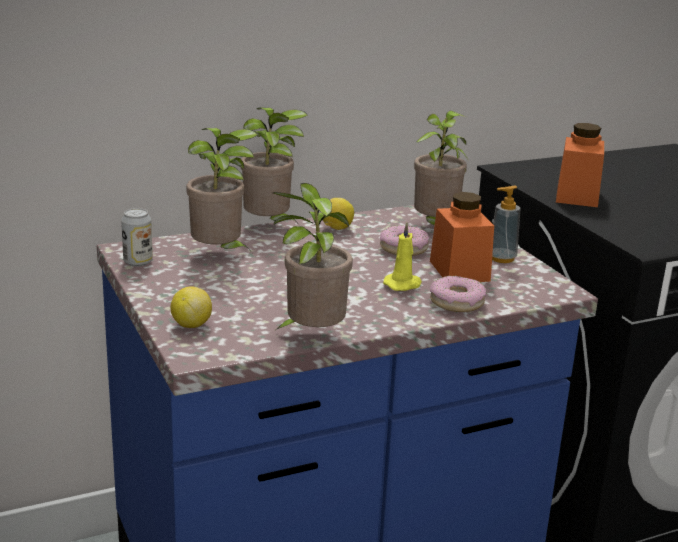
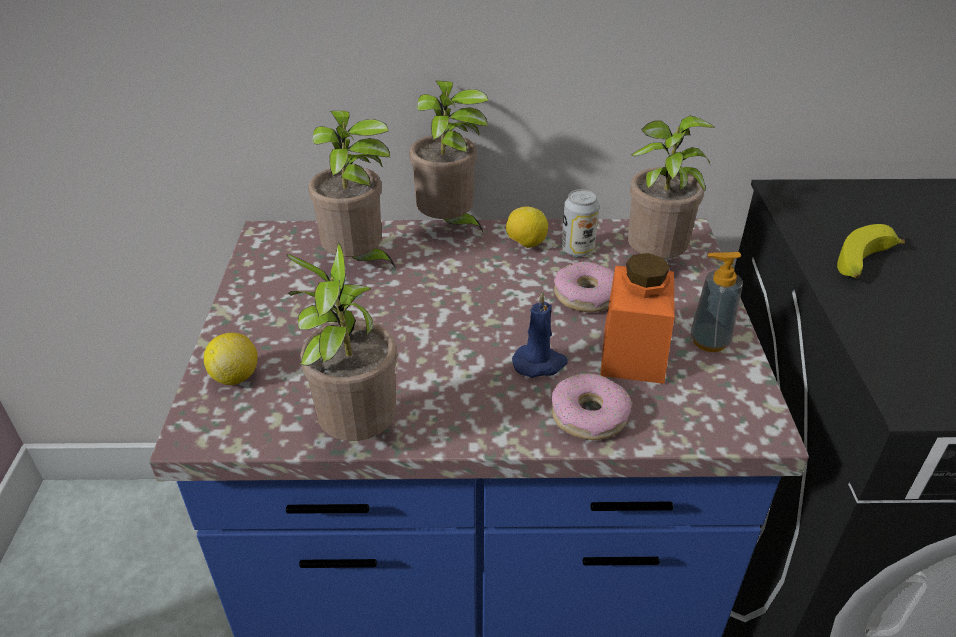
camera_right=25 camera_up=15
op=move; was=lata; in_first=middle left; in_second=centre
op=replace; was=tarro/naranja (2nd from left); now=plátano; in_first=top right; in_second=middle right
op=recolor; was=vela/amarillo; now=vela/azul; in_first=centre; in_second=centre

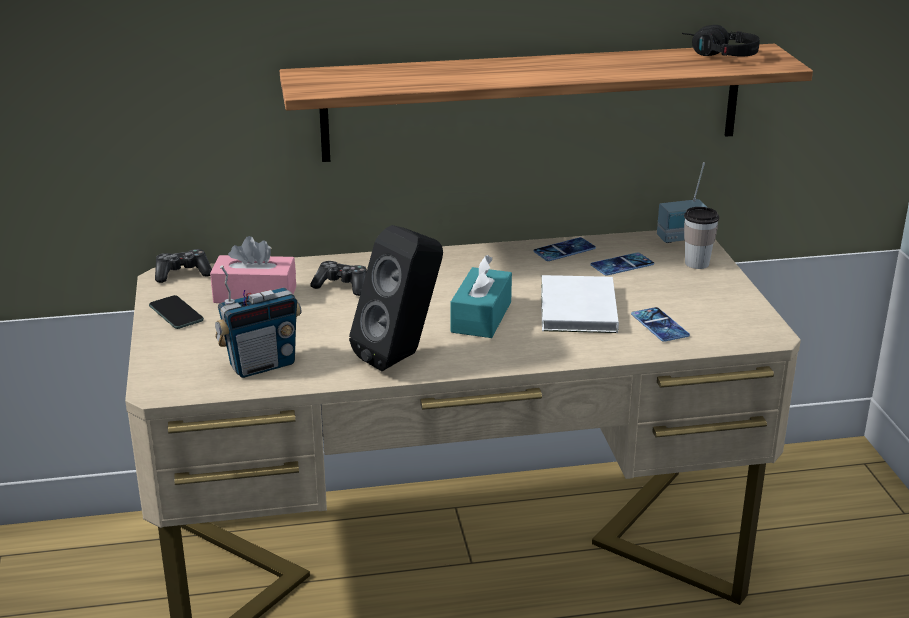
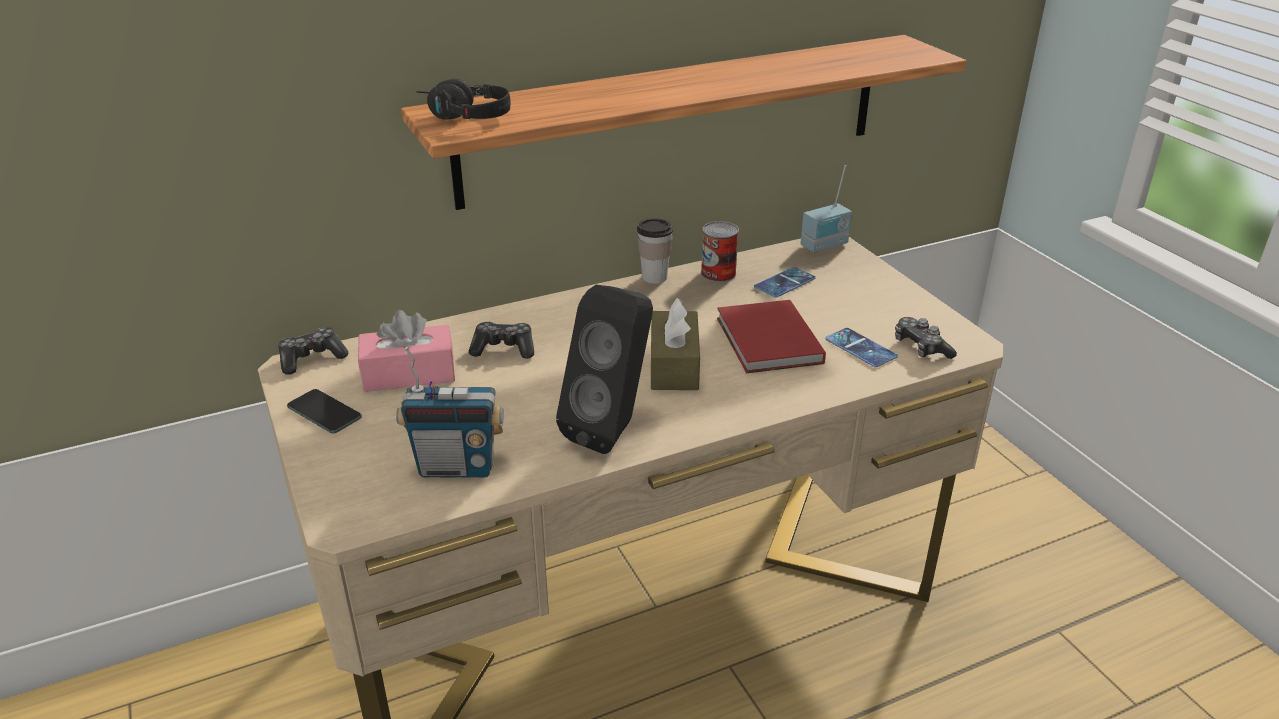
camera_right=-15 camera_up=5
op=insert; now=mando de consola (3rd from left); in_second=middle right
op=move; was=auriculares/negro; in_first=top right; in_second=top centre
op=move; was=taza; in_first=middle right; in_second=centre
op=replace; was=móvil (2nd from left); now=lata; in_first=centre; in_second=centre
op=recolor; was=caja de pañuelos/turquesa; now=caja de pañuelos/marrón; in_first=centre; in_second=centre
op=recolor; was=libro/blanco; now=libro/rojo; in_first=centre; in_second=centre
op=rotate; was=radio (1st from left); in_first=middle left; in_second=centre; clockwise=45

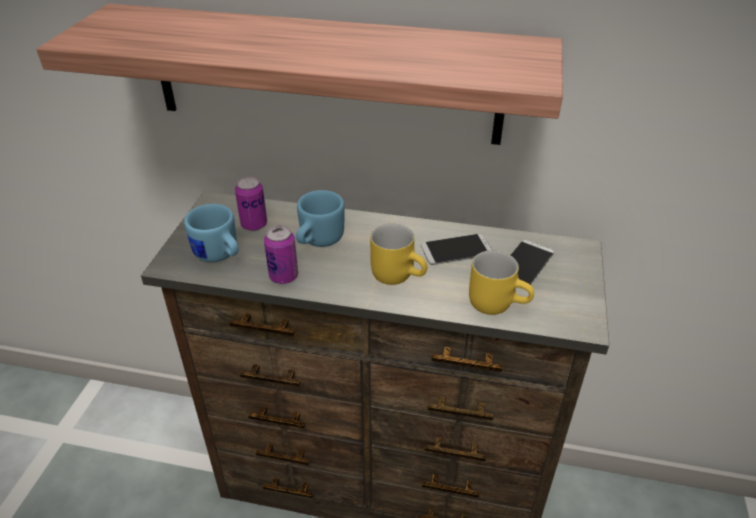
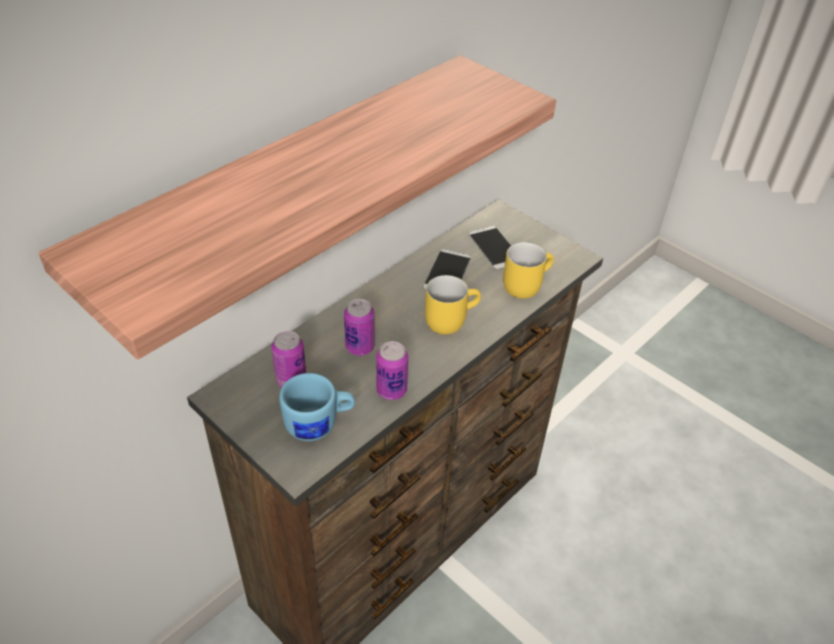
camera_right=-60 camera_up=5
op=replace; was=taza grande/azul (2nd from left); now=lata (2nd from left); in_first=centre; in_second=centre

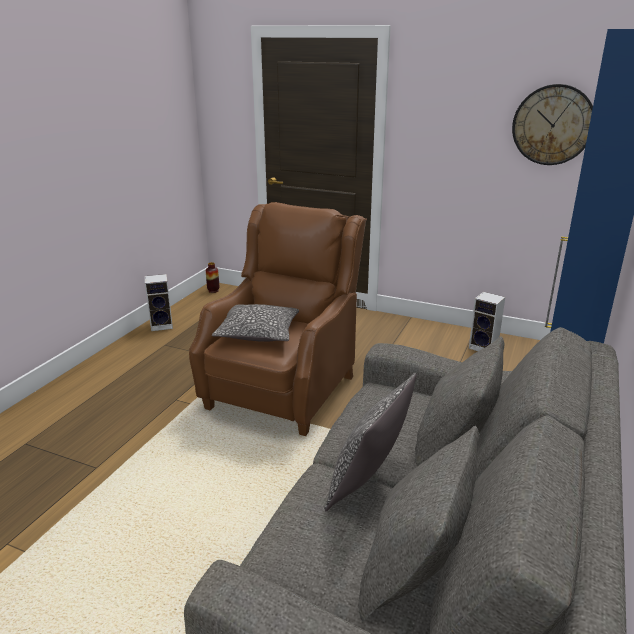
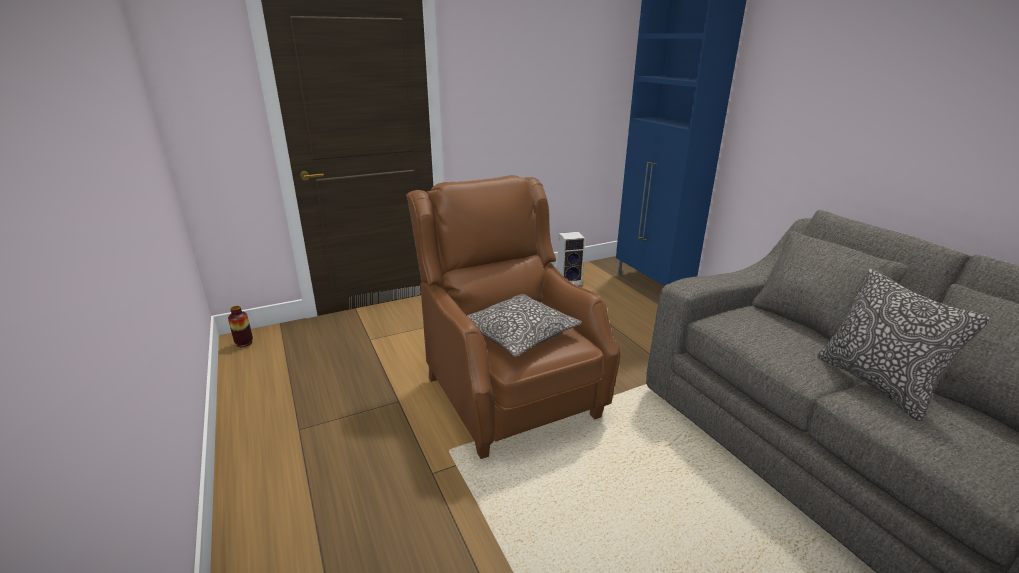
camera_right=-50 camera_up=0
op=delete; was=altavoz (1st from left); in_first=middle left
op=delete; was=reloj de pared; in_first=top right

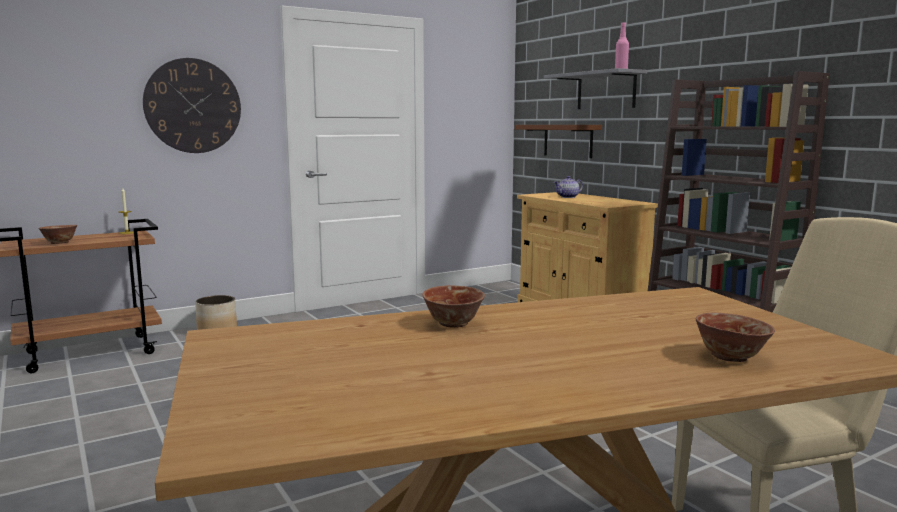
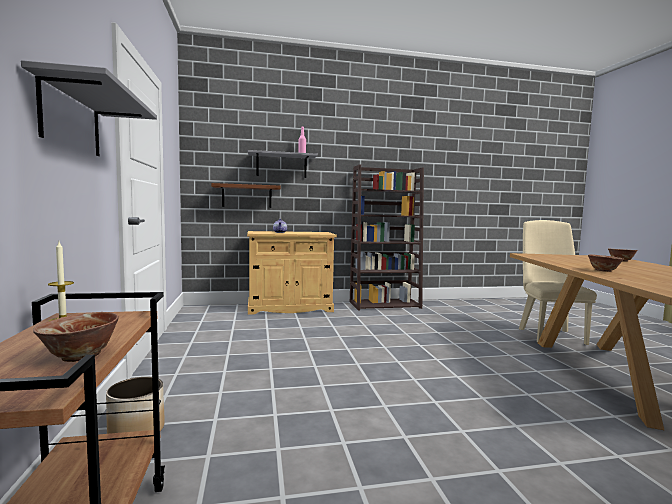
camera_right=-70 camera_up=-5
op=replace; was=reloj de pared; now=estante/gris (1st from left); in_first=top left; in_second=top left

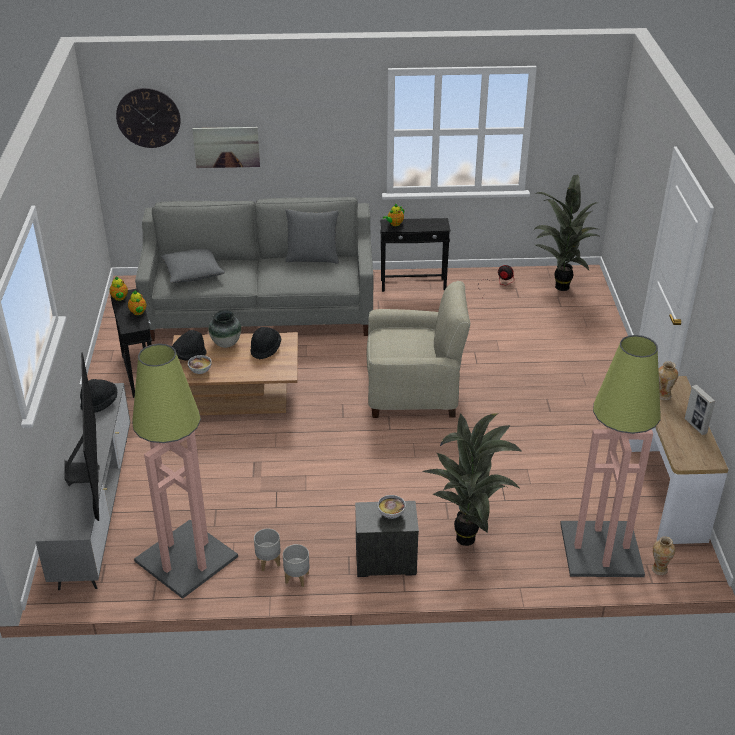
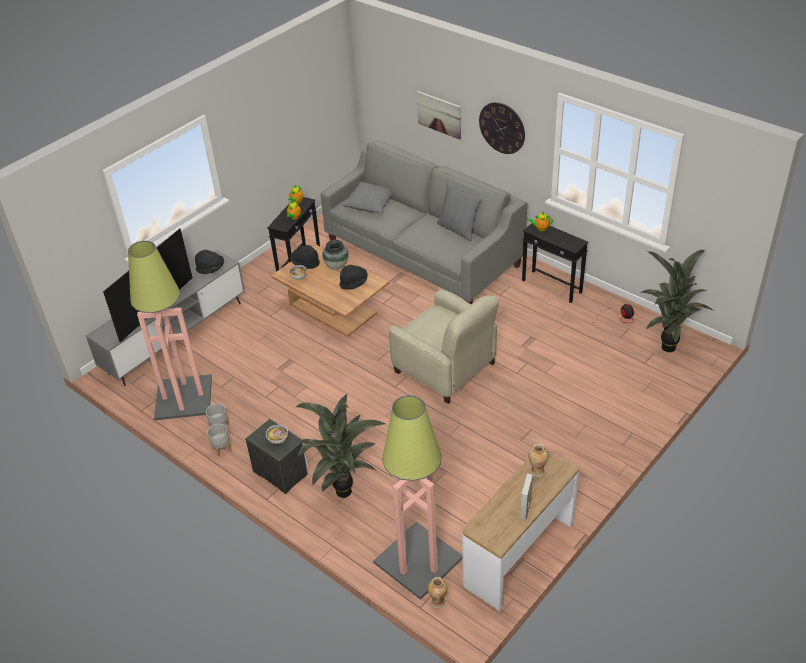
camera_right=45 camera_up=5
op=move; was=reloj de pared; in_first=top left; in_second=top centre

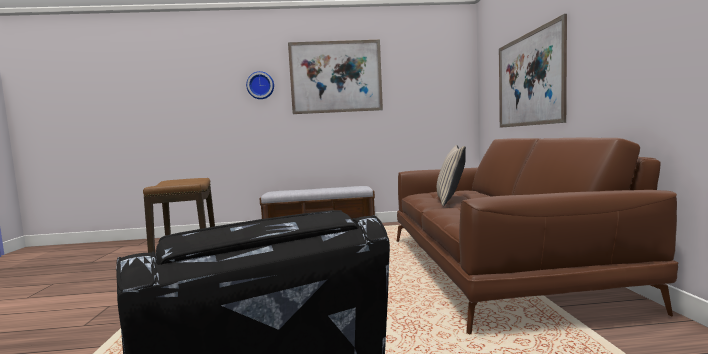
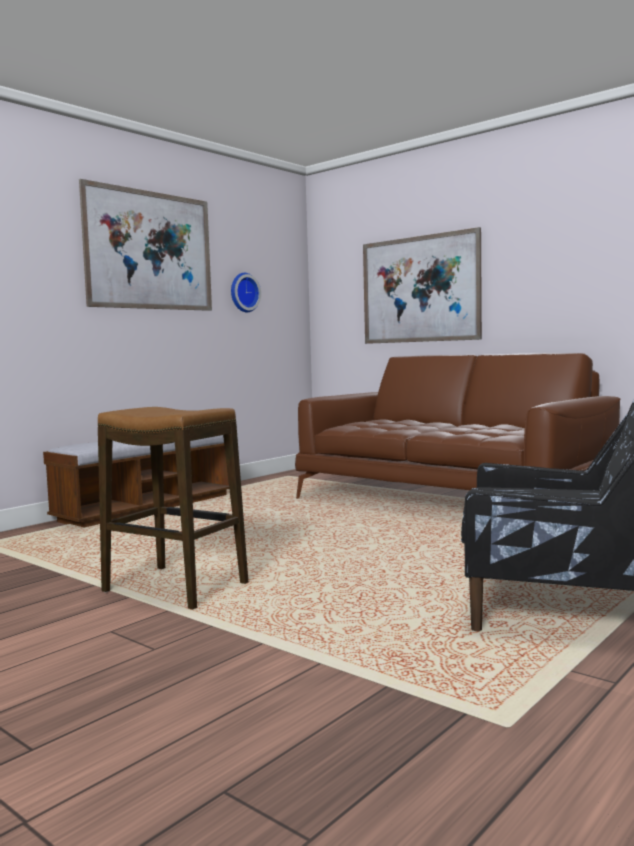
camera_right=-45 camera_up=0
op=delete; was=cojín/beis; in_first=centre
op=move; was=reloj de pared; in_first=top centre; in_second=centre

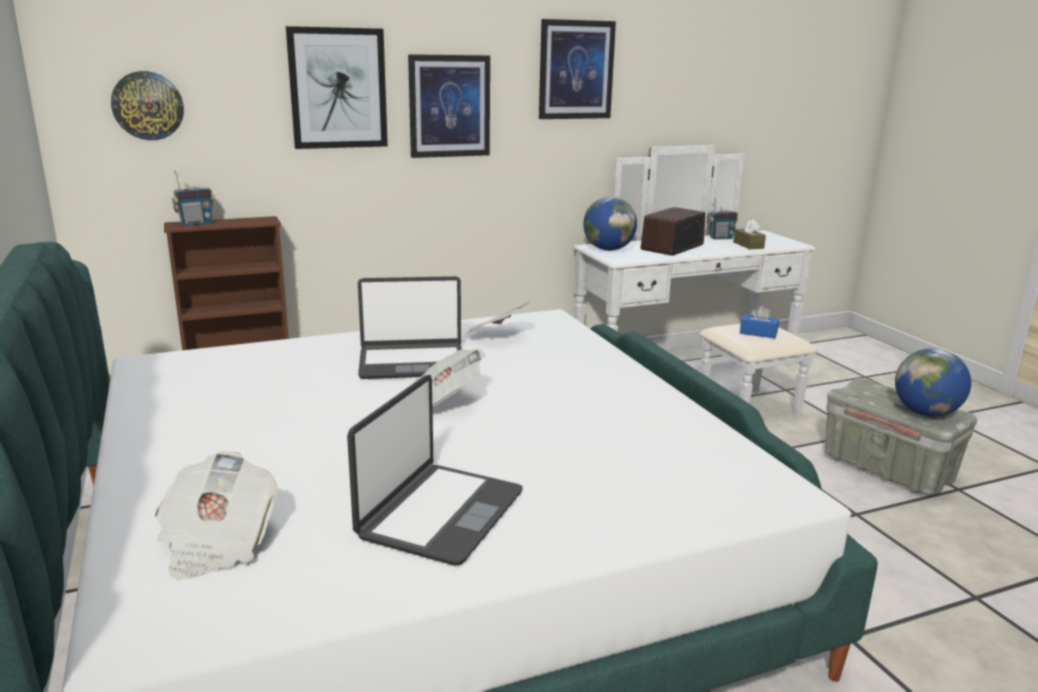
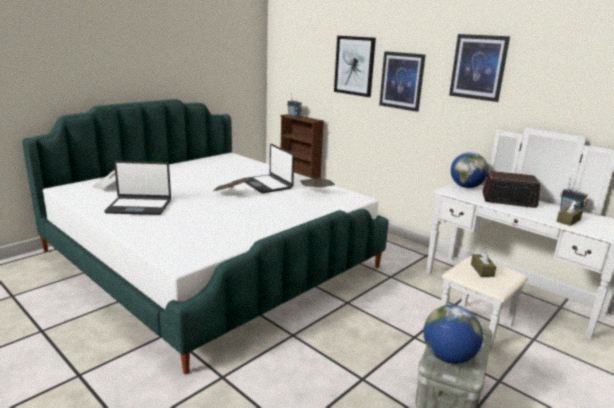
camera_right=65 camera_up=0
op=delete; was=reloj de pared; in_first=top left
op=recolor; was=caja de pañuelos/azul; now=caja de pañuelos/marrón (1st from left); in_first=middle right; in_second=middle right

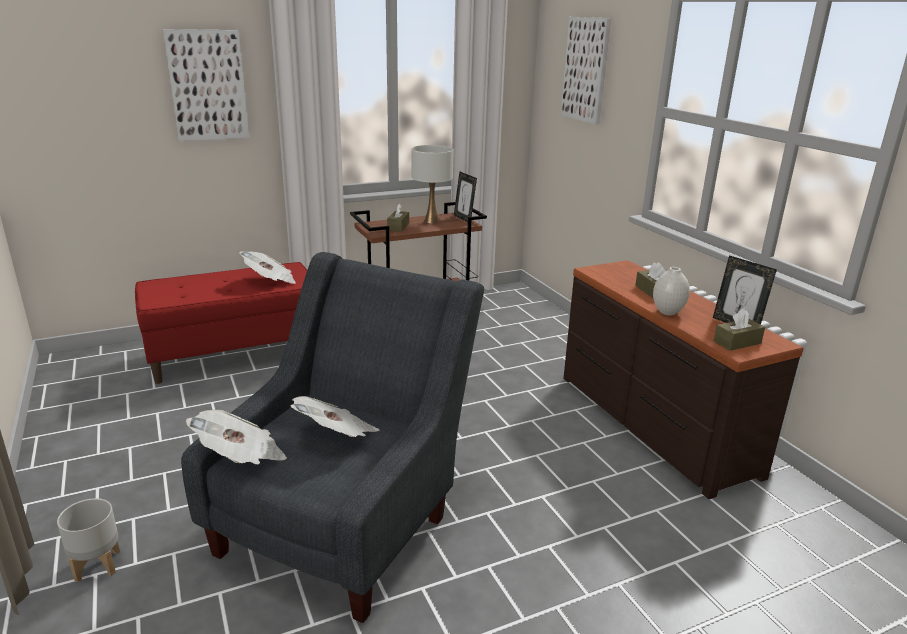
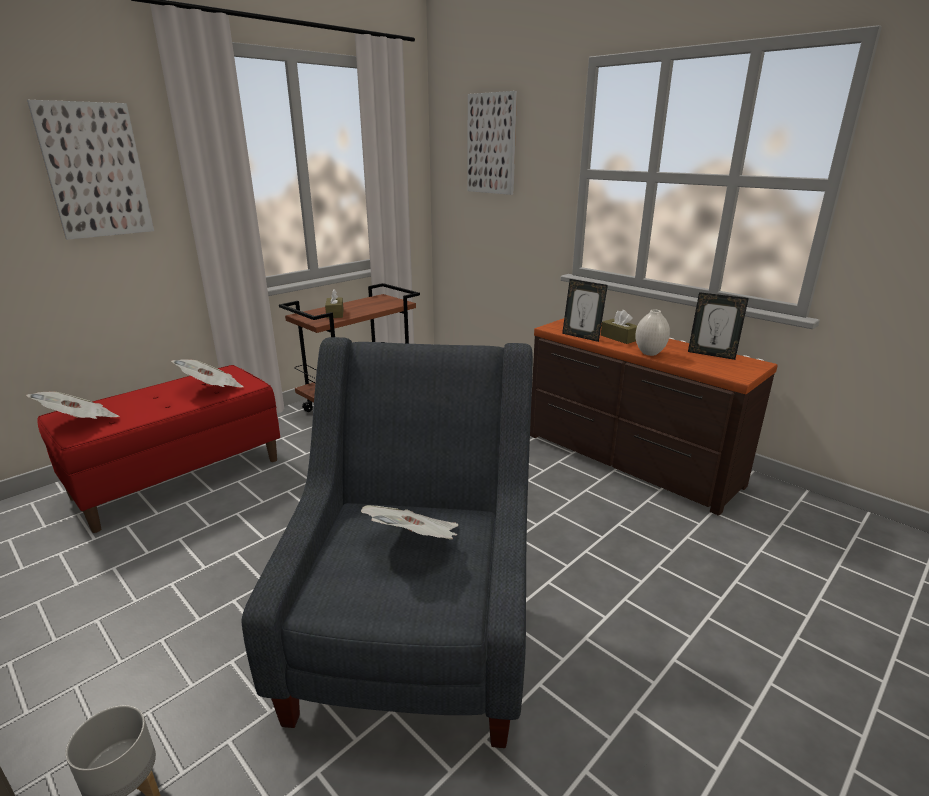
camera_right=-20 camera_up=0
op=delete; was=lámpara de mesa/blanco; in_first=top centre
op=delete; was=caja de pañuelos/marrón (3rd from left); in_first=middle right
op=move; was=periódico (1st from left); in_first=bottom left; in_second=middle left
op=move; was=portarretratos (1st from left); in_first=top centre; in_second=centre

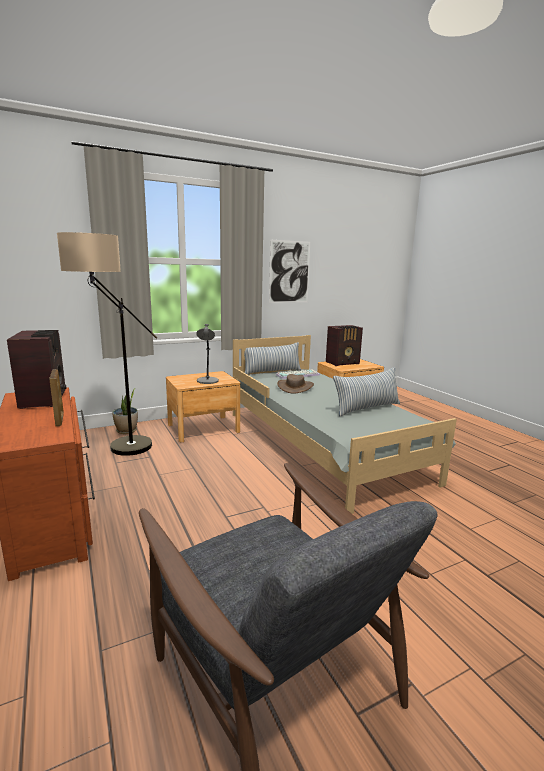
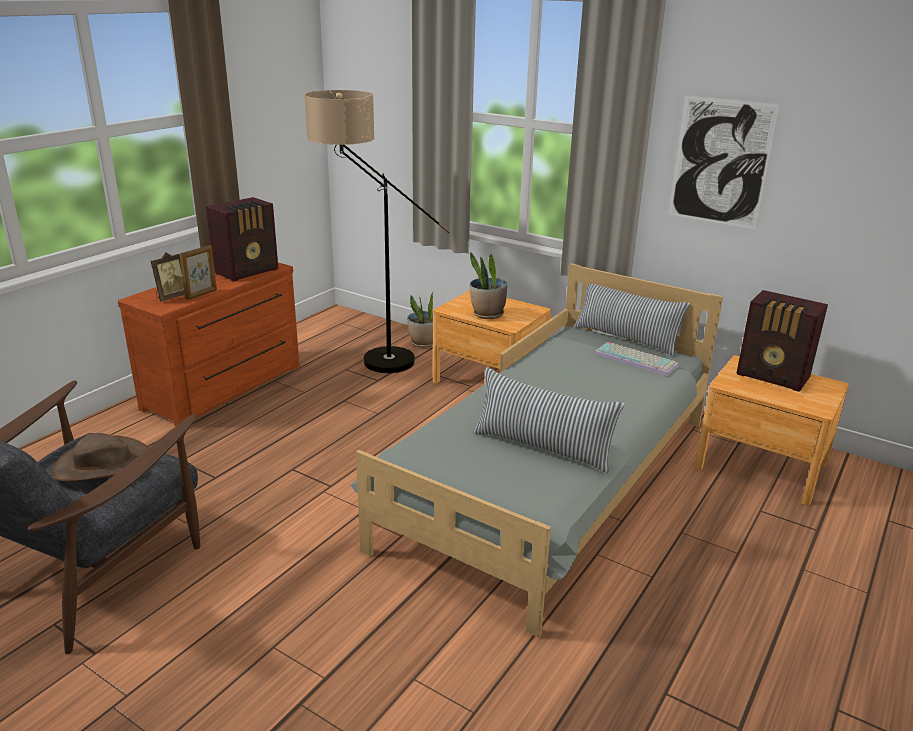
camera_right=60 camera_up=10
op=insert; now=portarretratos (1st from left); in_second=middle left
op=move; was=sombrero/marrón; in_first=centre; in_second=middle left
op=replace; was=lámpara de mesa/gris; now=planta en maceta (2nd from left); in_first=centre; in_second=centre

